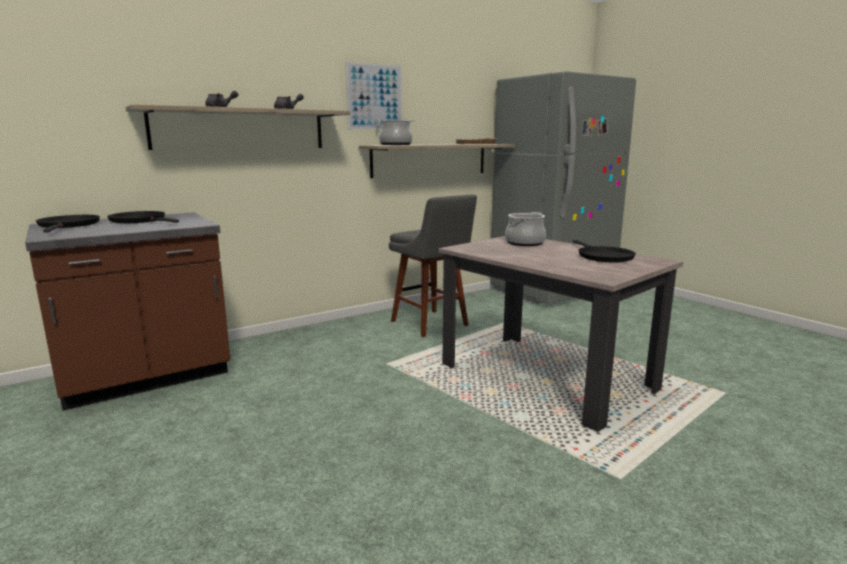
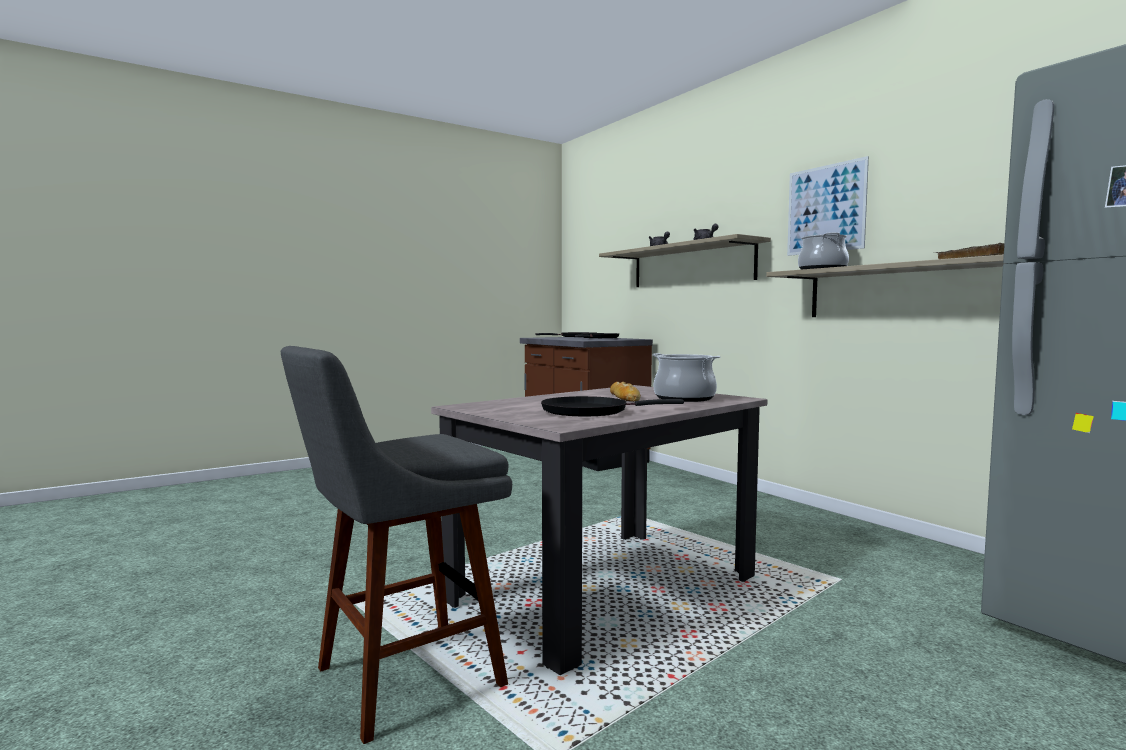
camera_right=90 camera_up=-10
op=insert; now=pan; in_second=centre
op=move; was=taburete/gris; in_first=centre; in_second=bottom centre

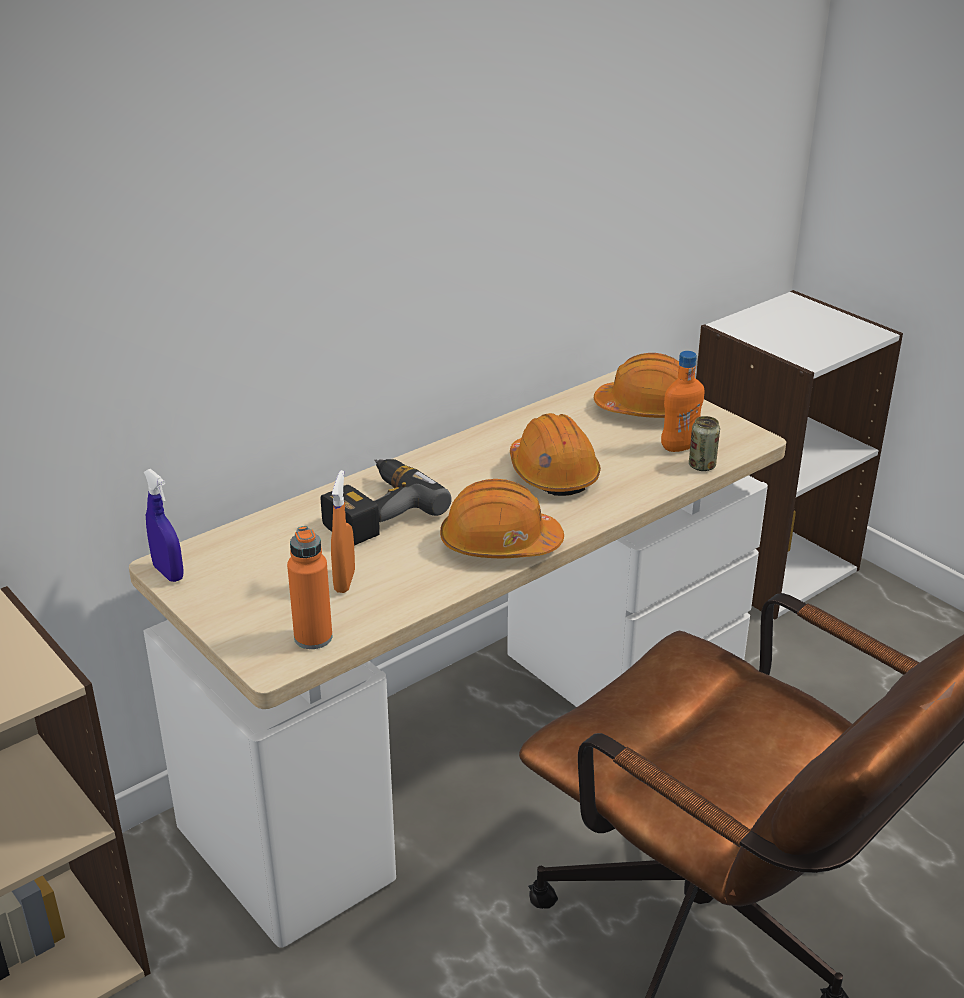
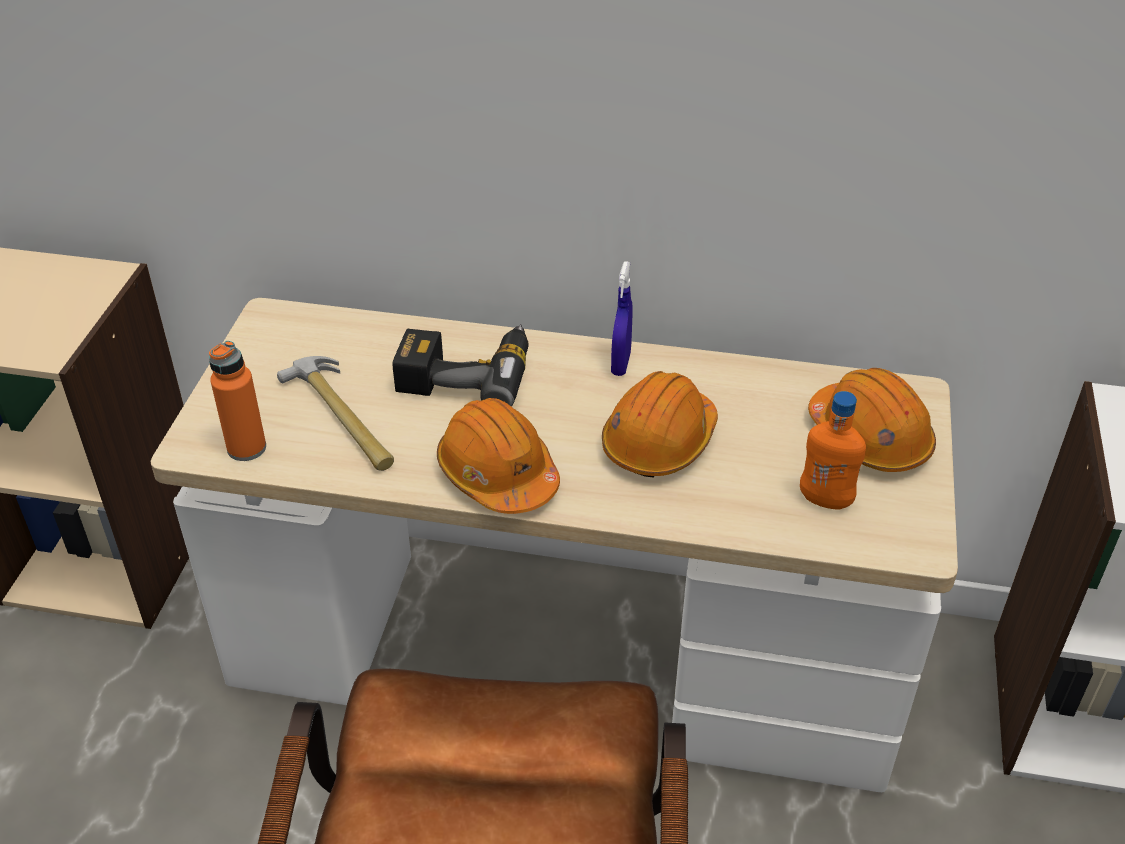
camera_right=50 camera_up=10
op=delete; was=lata; in_first=middle right
op=move; was=pulverizador/azul; in_first=middle left; in_second=centre
op=replace; was=pulverizador/naranja; now=martillo; in_first=centre; in_second=middle left

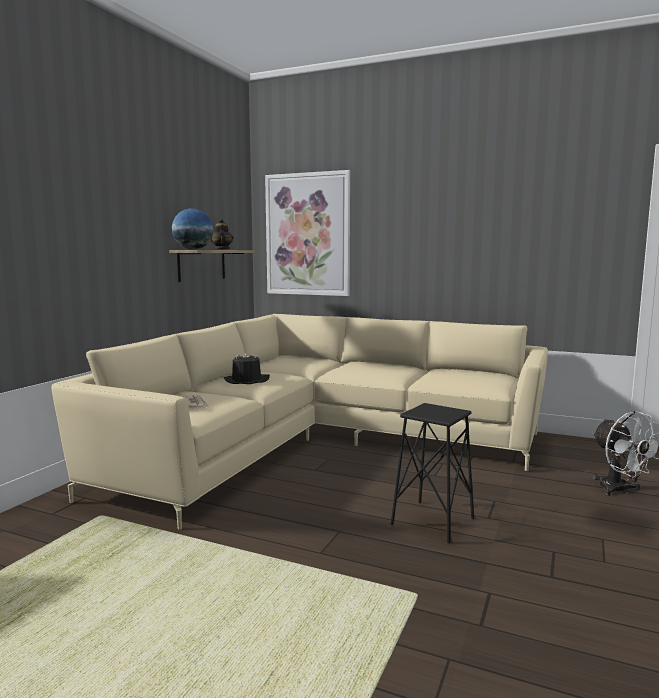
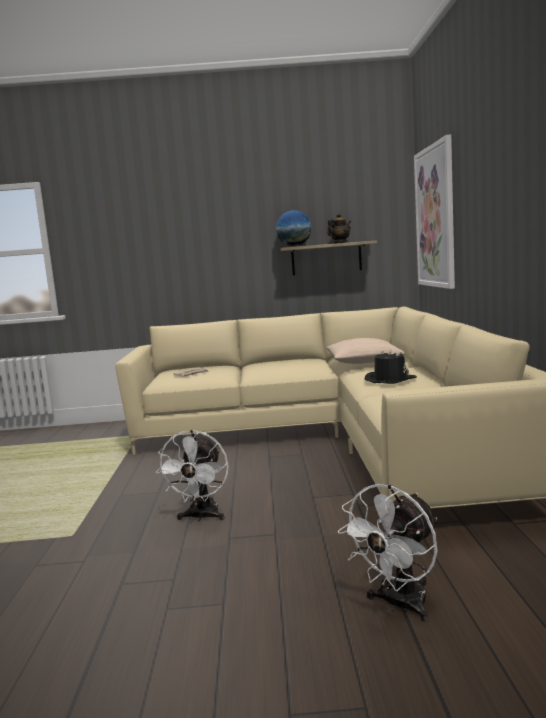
camera_right=65 camera_up=0
op=insert; now=cojín/beis; in_second=middle right
op=move; was=sombrero/negro; in_first=centre; in_second=middle right
op=replace; was=taburete/negro; now=ventilador/blanco (1st from left); in_first=bottom centre; in_second=centre

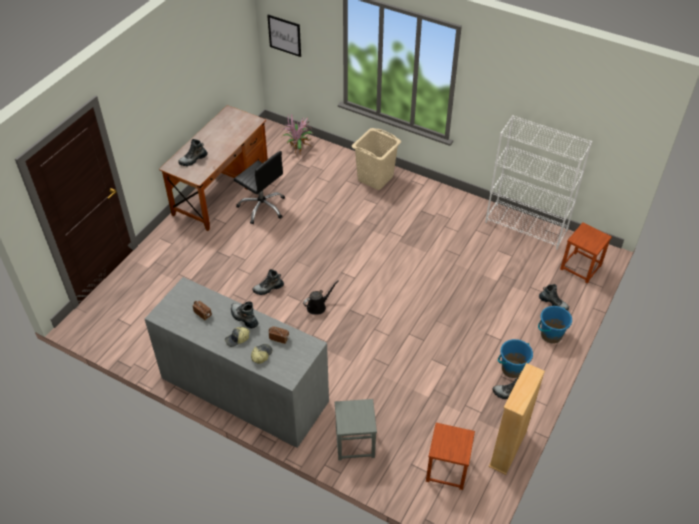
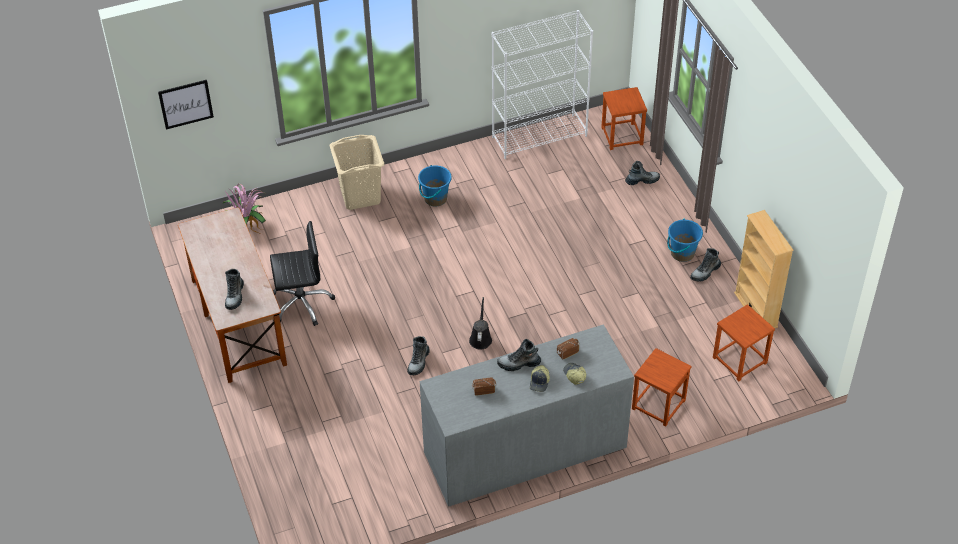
camera_right=-50 camera_up=0
op=move; was=cubo/azul (2nd from left in the first image); now=cubo/azul (1st from left); in_first=middle right; in_second=centre
op=recolor; was=taburete/gris; now=taburete/marrón (2nd from left); in_first=bottom centre; in_second=bottom right

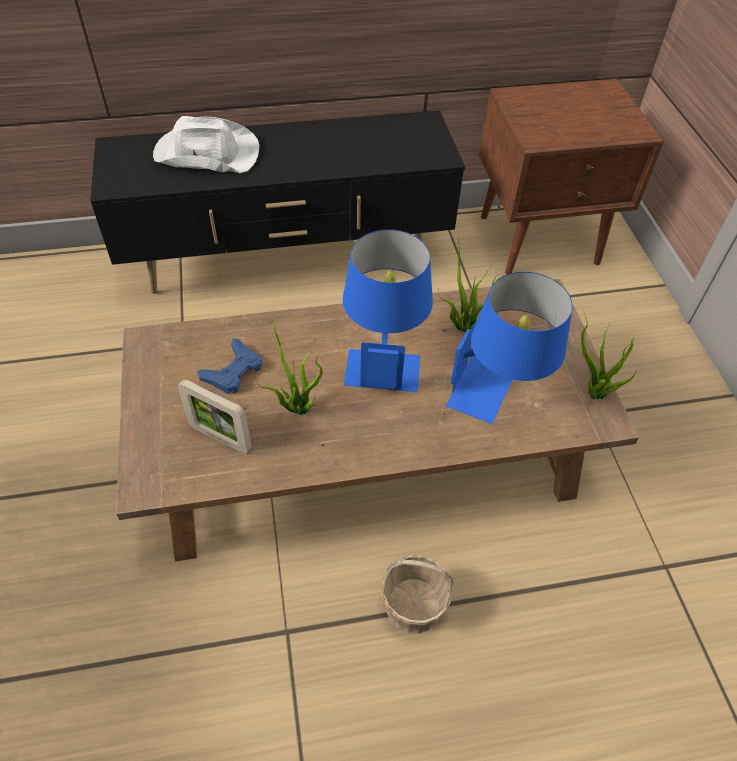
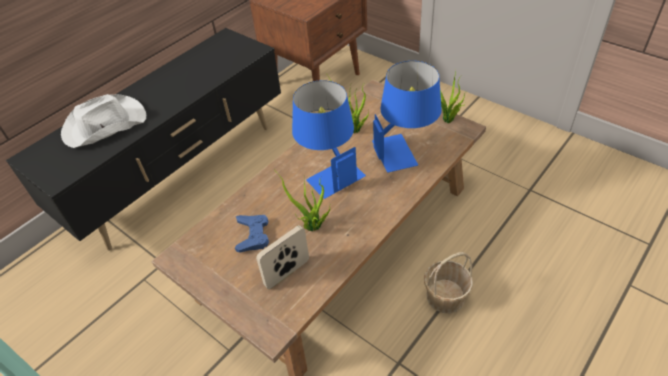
camera_right=-35 camera_up=-5
op=rotate; was=portarretratos; in_first=middle left; in_second=bottom centre; clockwise=150

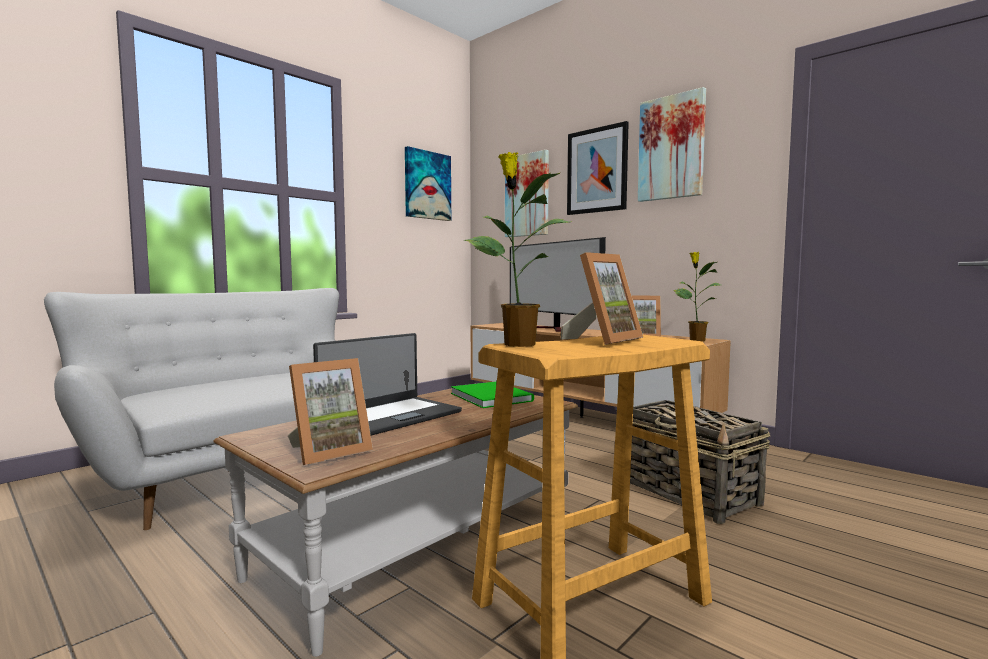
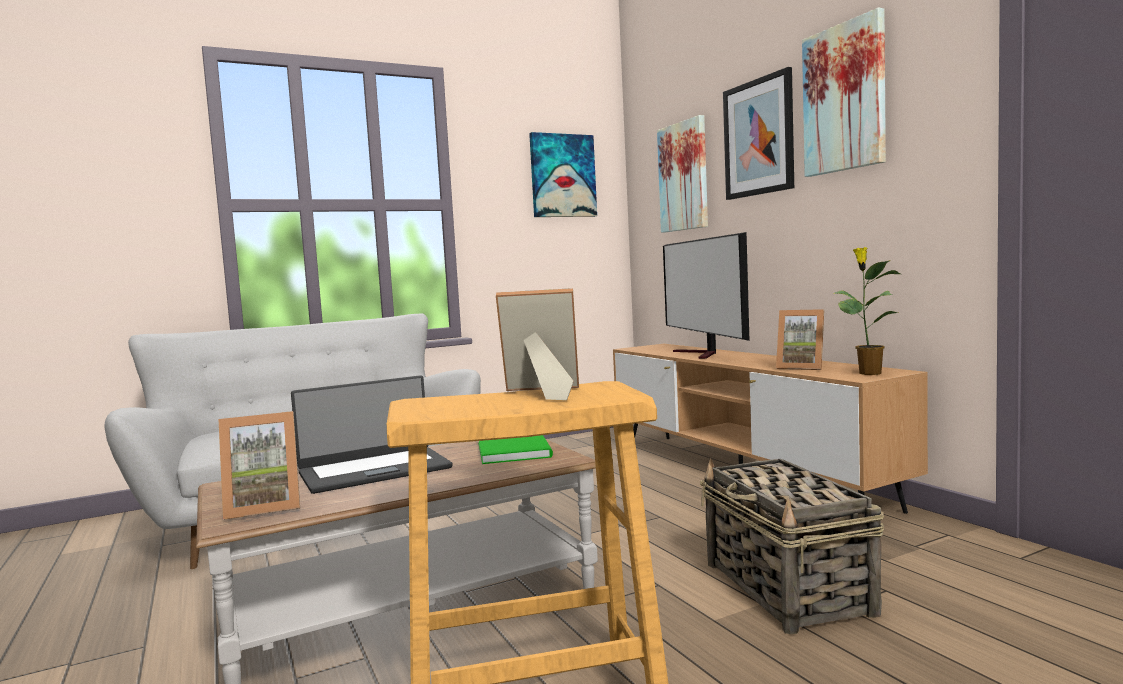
camera_right=20 camera_up=0
op=delete; was=planta en maceta (1st from left); in_first=centre
op=rotate; was=portarretratos (2nd from left); in_first=centre; in_second=centre; clockwise=-150

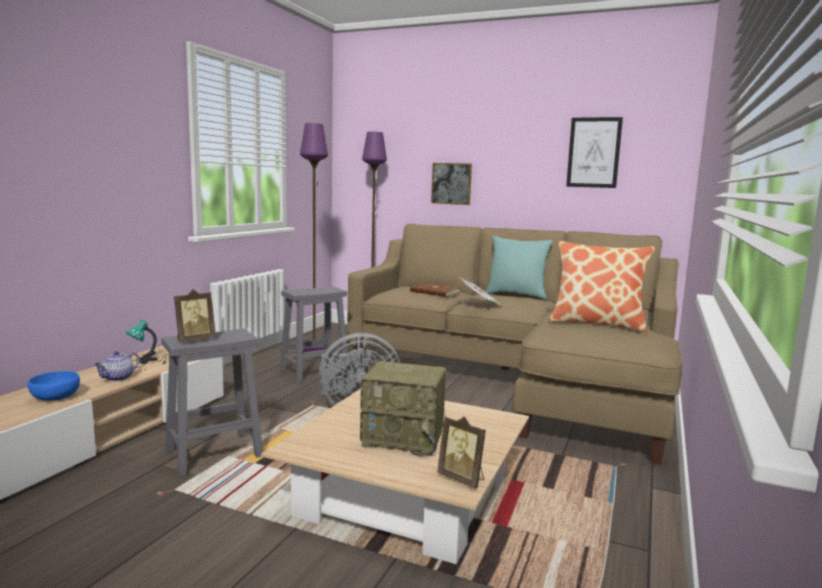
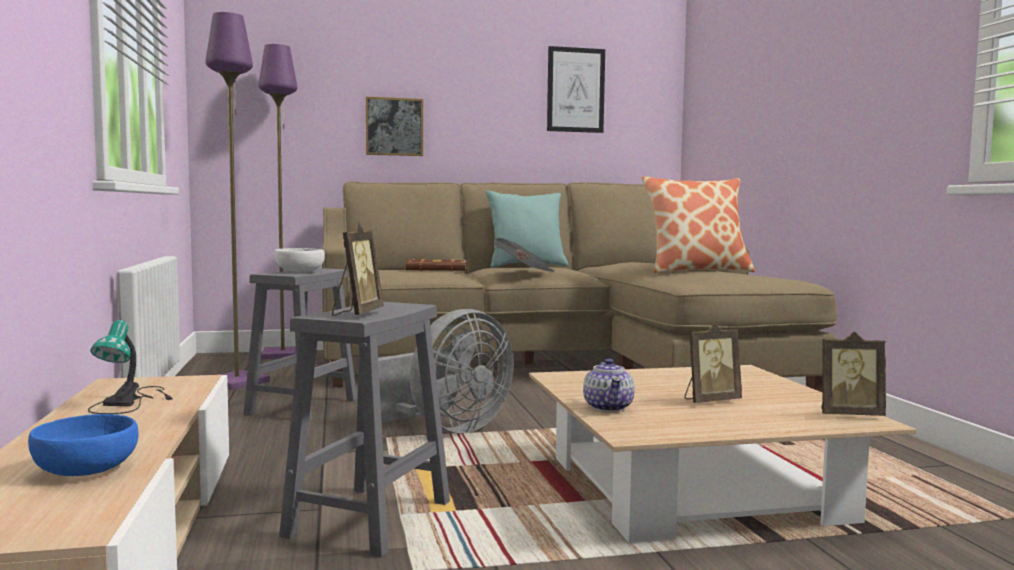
camera_right=-35 camera_up=-5
op=insert; now=cuenco/blanco; in_second=middle left
op=move; was=tetera; in_first=middle left; in_second=bottom centre
op=replace; was=radio; now=portarretratos (2nd from left); in_first=bottom centre; in_second=middle right

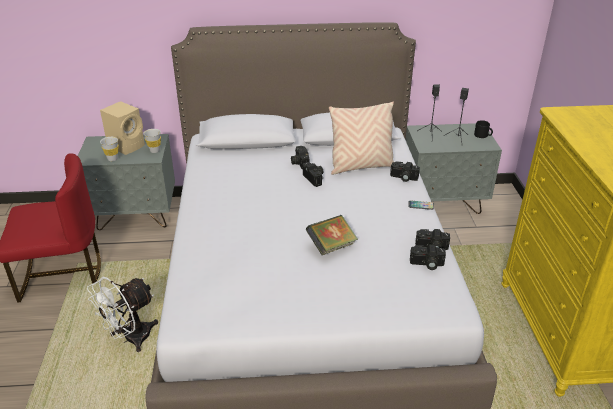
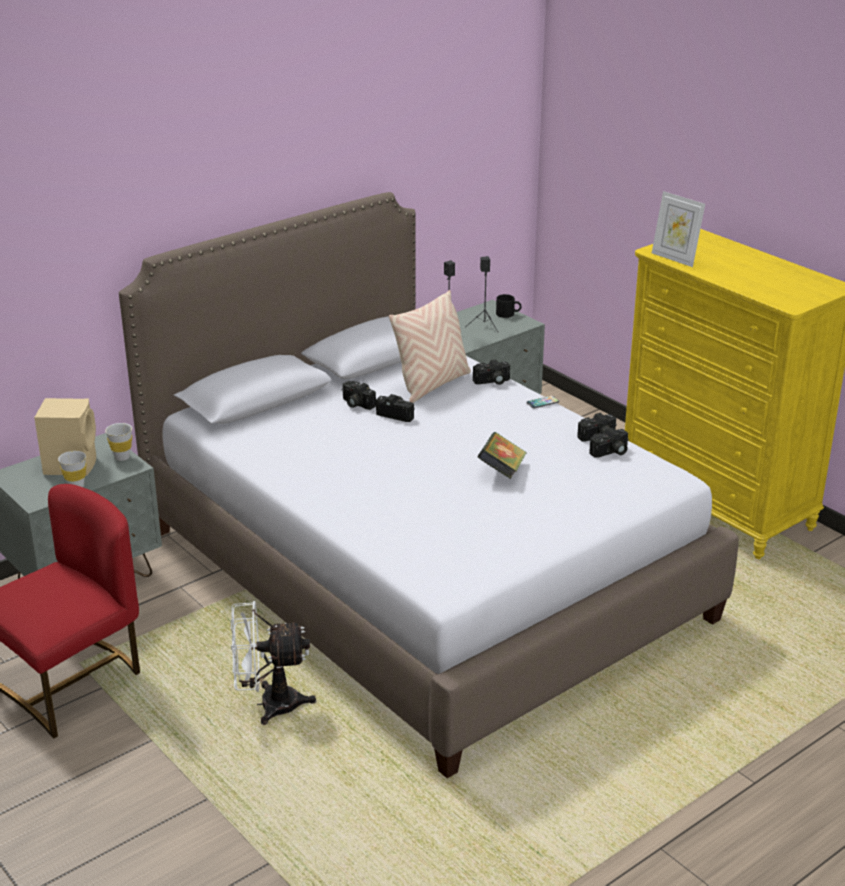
camera_right=-35 camera_up=-5
op=insert; now=portarretratos; in_second=top right
op=rotate; was=ventilador/blanco; in_first=bottom left; in_second=bottom left; clockwise=75

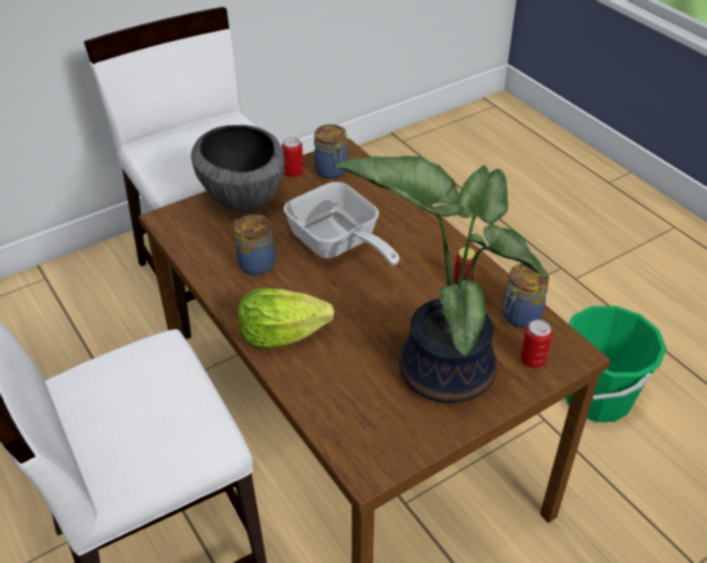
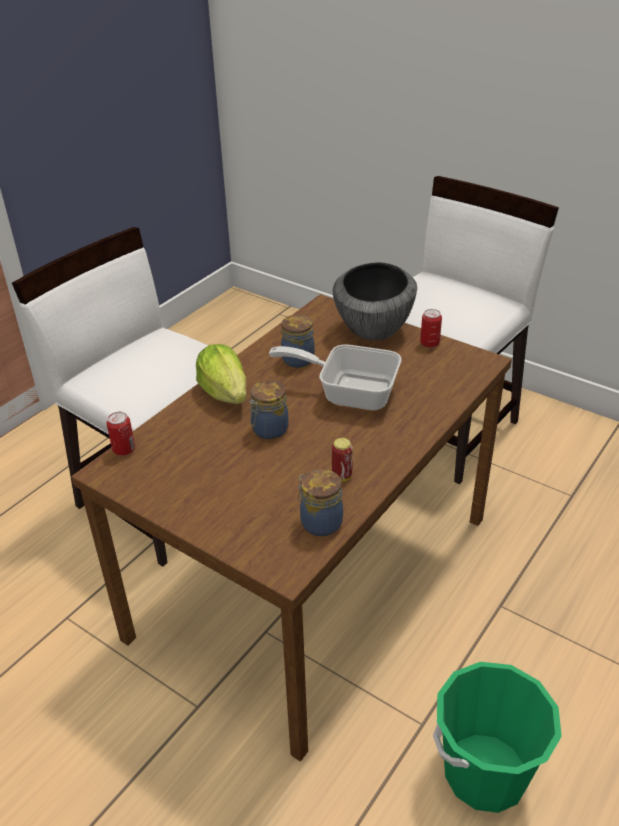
camera_right=70 camera_up=-5
op=delete; was=planta en maceta; in_first=centre
op=move; was=tarro (2nd from left in the first image); now=tarro (1st from left); in_first=top centre; in_second=centre
op=move; was=lata (3rd from left in the first image); now=lata (1st from left); in_first=middle right; in_second=middle left
op=rotate; was=sartén; in_first=centre; in_second=centre; clockwise=75

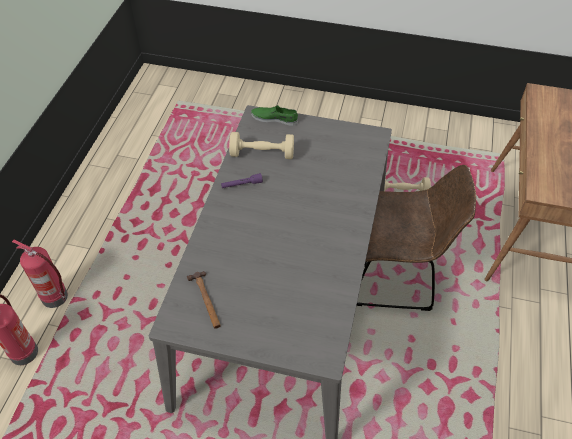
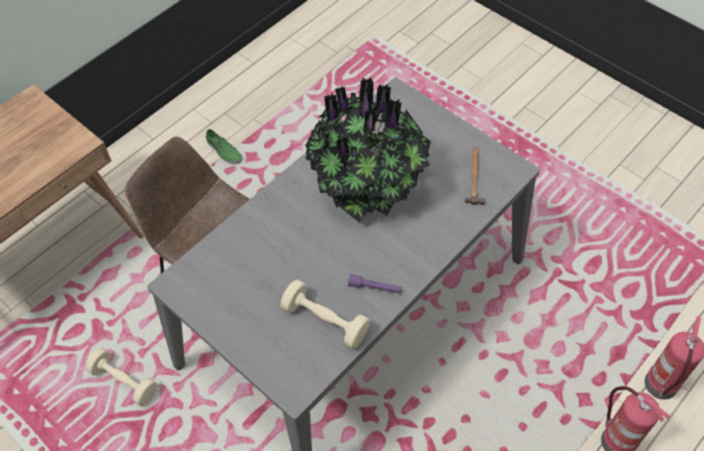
camera_right=-150 camera_up=5
op=insert; now=planta en maceta; in_second=top centre
op=move; was=zapato/verde; in_first=top centre; in_second=top left

